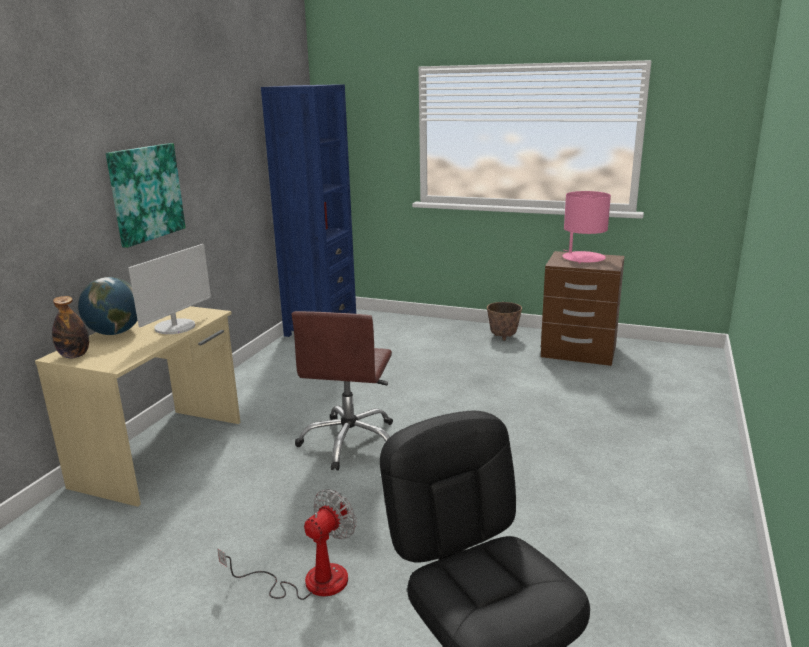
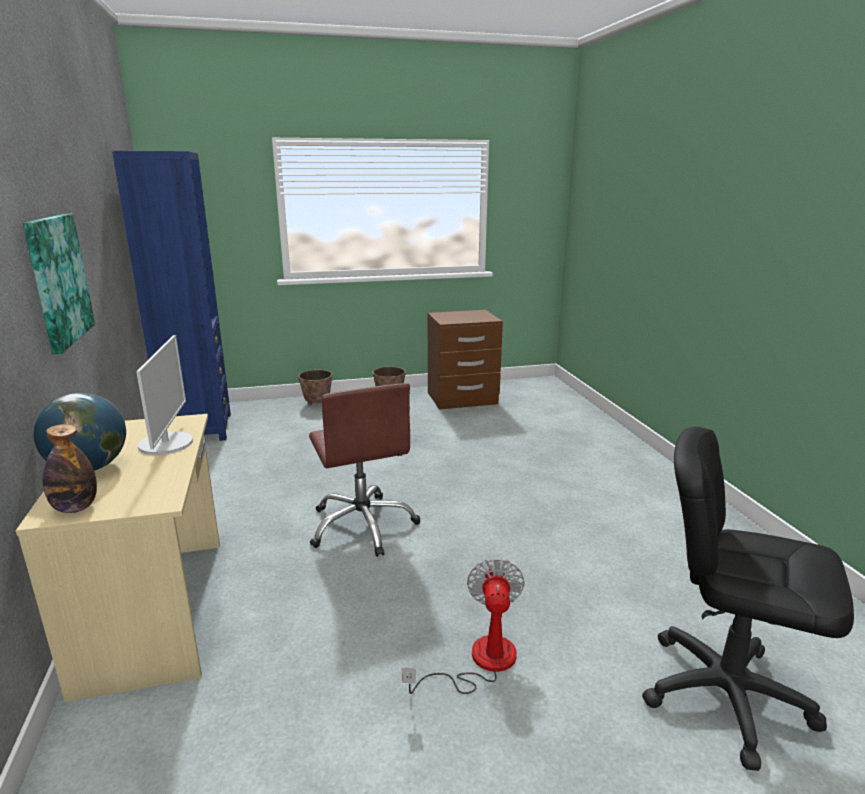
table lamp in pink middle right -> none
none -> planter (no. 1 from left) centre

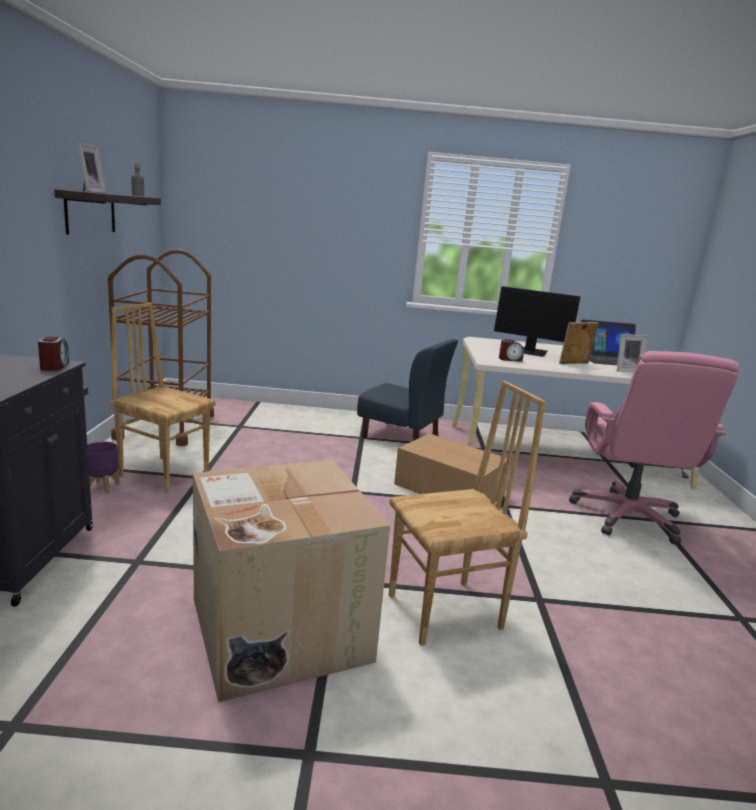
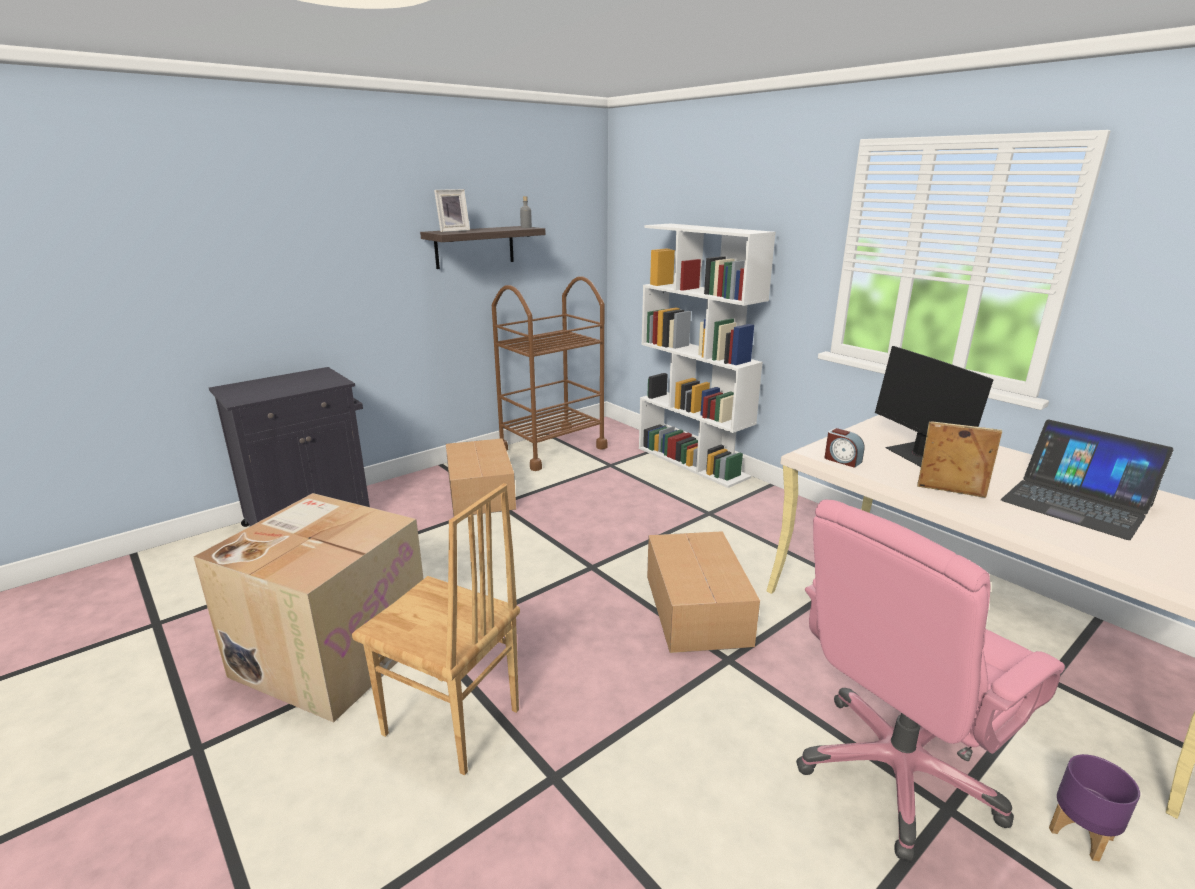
alarm clock (no. 1 from left) middle left -> none
planter in purple middle left -> planter in purple bottom right, shifted
chair in brown (no. 1 from left) middle left -> cardboard box (no. 2 from left) centre
chair in blue centre -> none
picture frame (no. 3 from left) middle right -> none
none -> bookcase in white centre

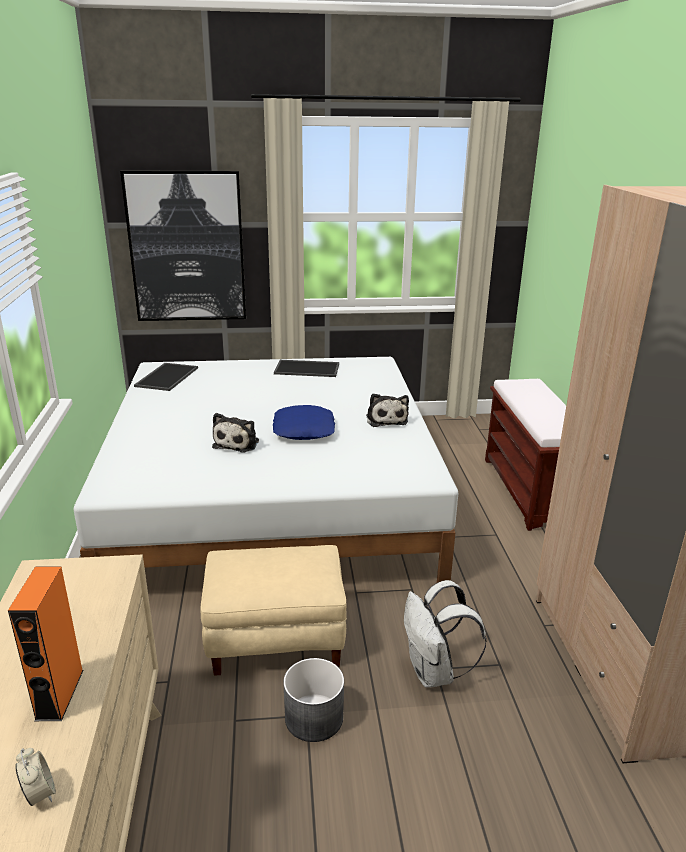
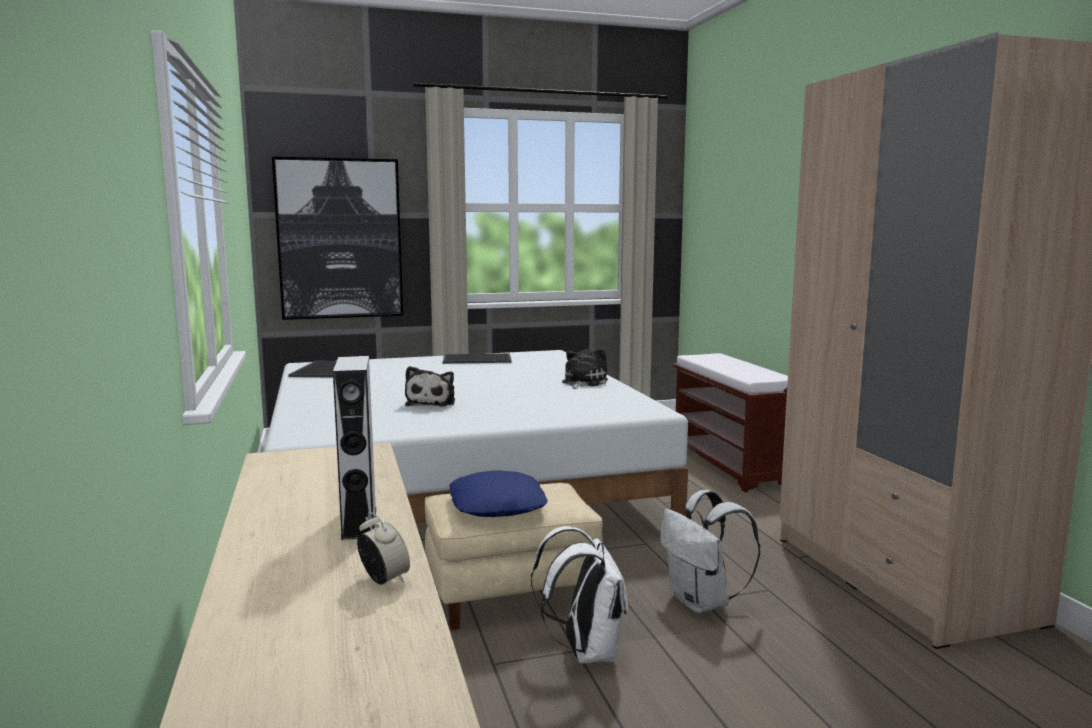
speaker in orange bottom left -> speaker in grey middle left
pillow in blue centre -> pillow in blue bottom centre, shifted
planter in grey bottom centre -> backpack in white (no. 1 from left) bottom centre
plush toy (no. 2 from left) centre, 135 degrees counterclockwise

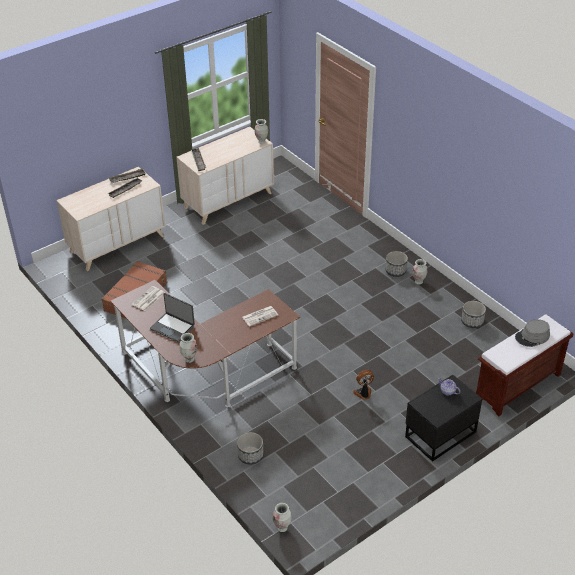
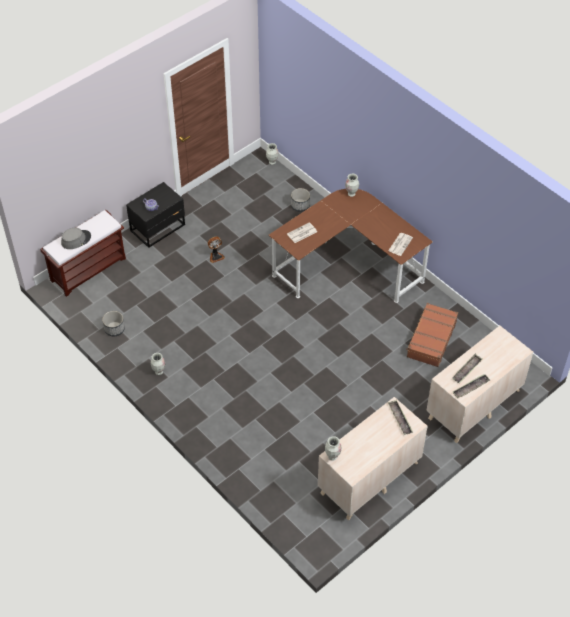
laptop middle left -> none
planter (no. 2 from left) middle right -> none

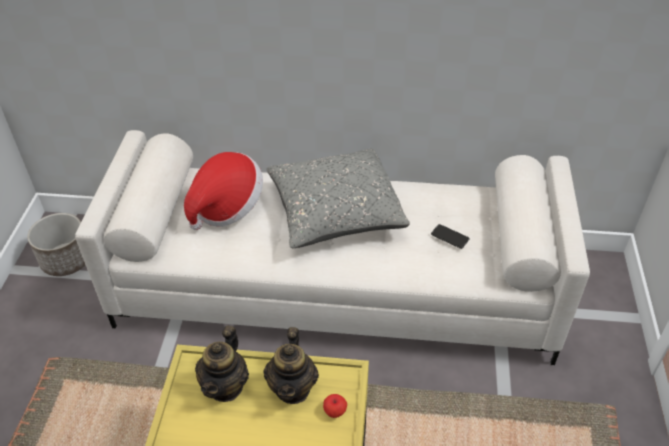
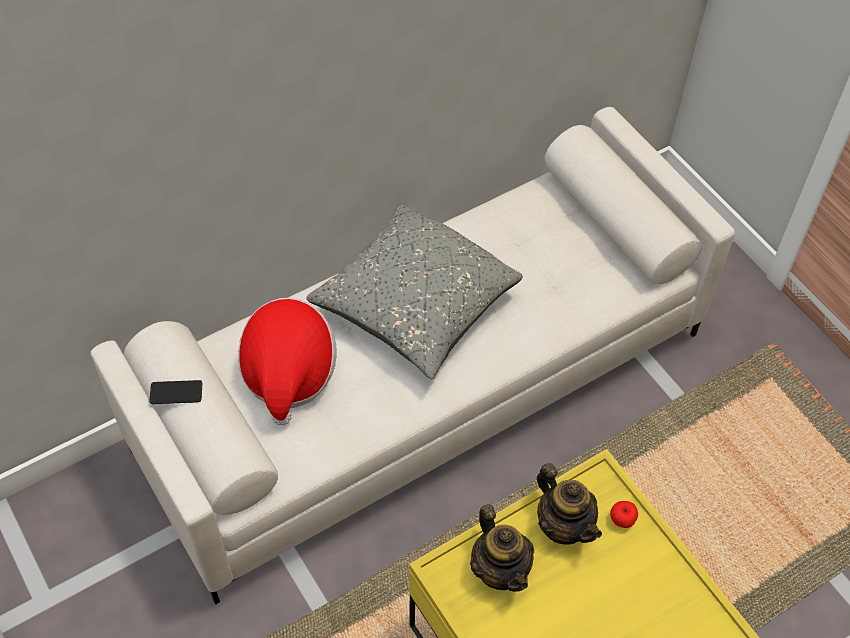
planter middle left -> none
phone middle right -> phone middle left, shifted

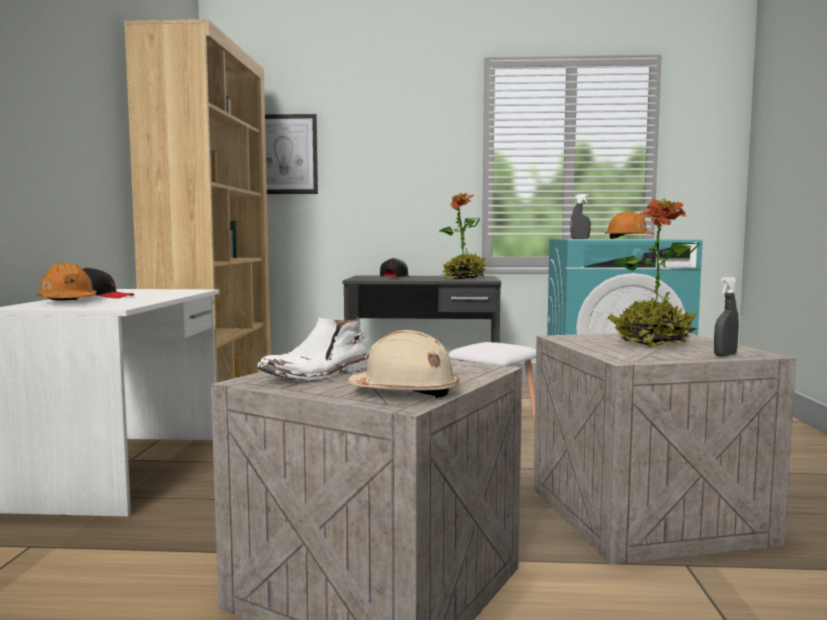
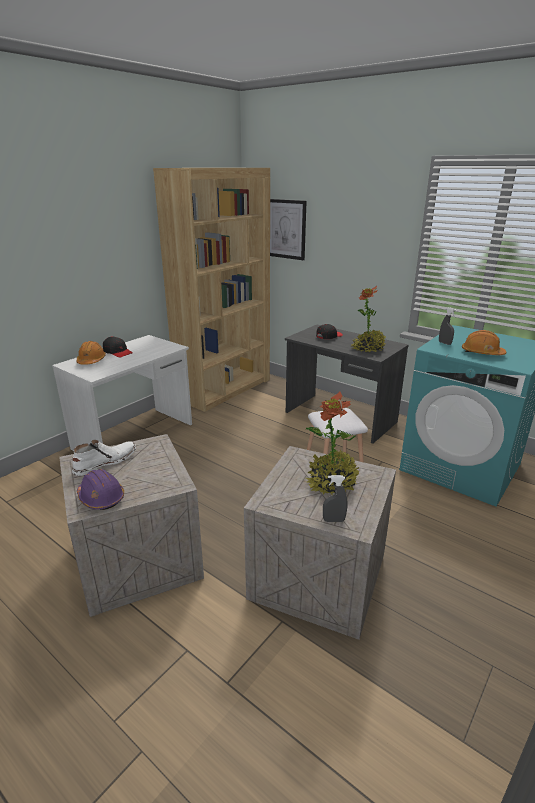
boot in white centre -> boot in white middle left, 150 degrees clockwise
hard hat in beige centre -> hard hat in purple middle left

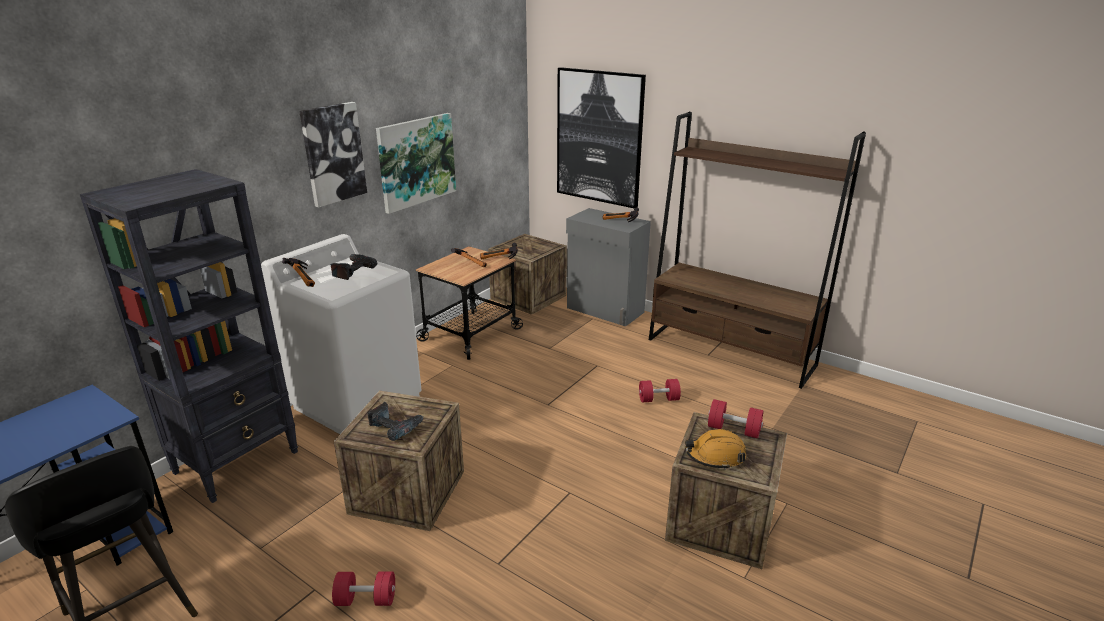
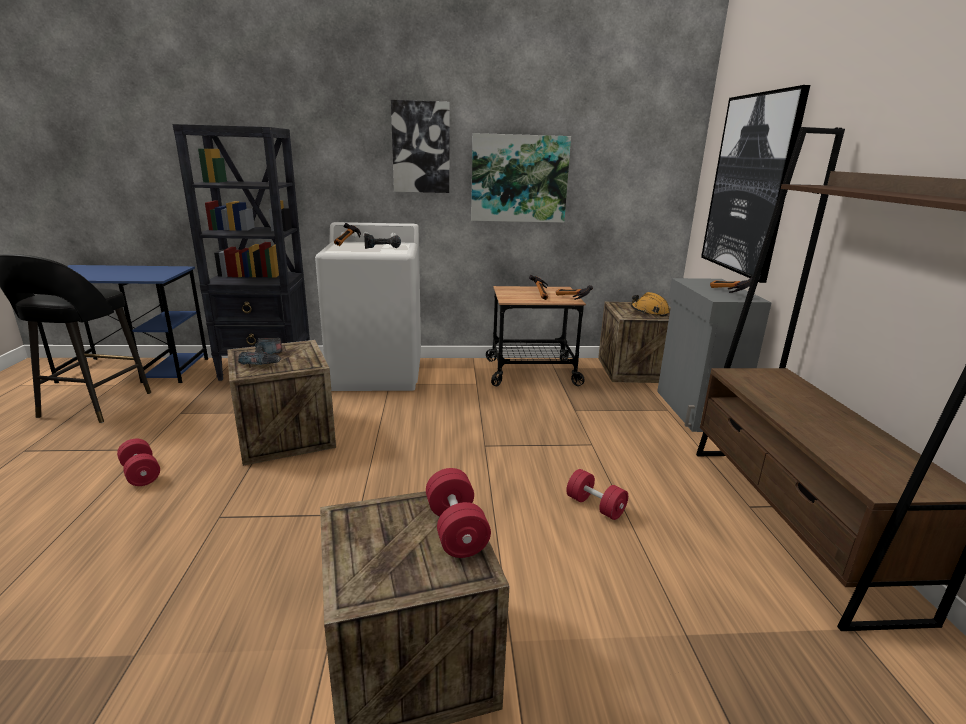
hard hat in orange bottom centre -> hard hat in orange middle right, shifted

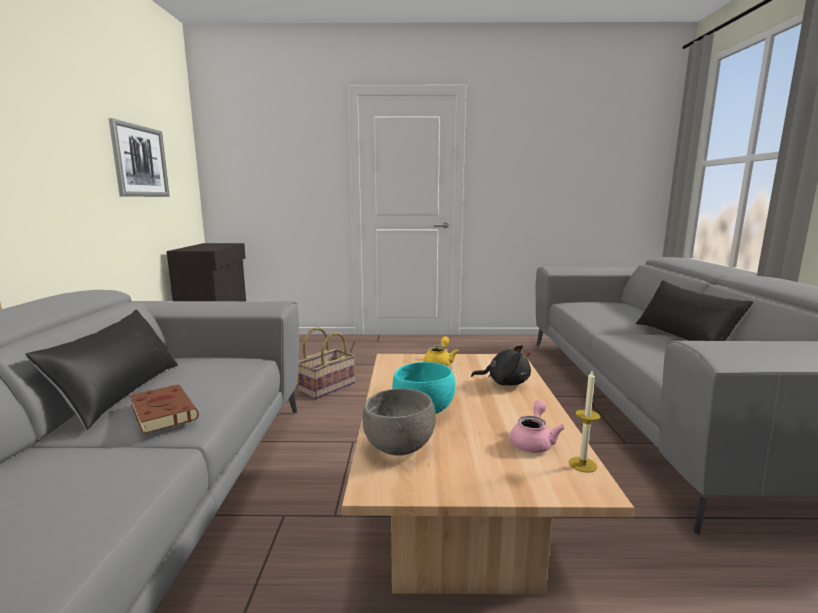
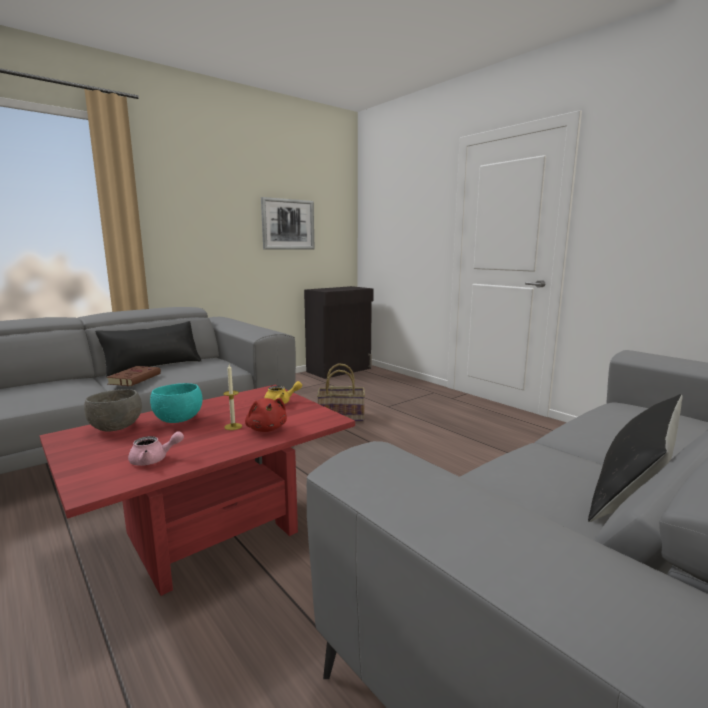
coffee table in beige bottom centre -> coffee table in red bottom left
plush toy in black centre -> plush toy in red centre
candle bottom right -> candle middle left, shifted

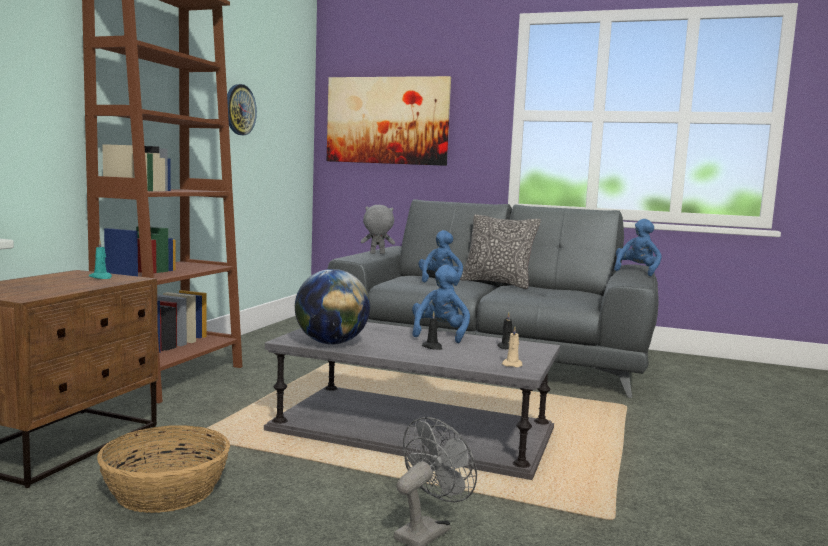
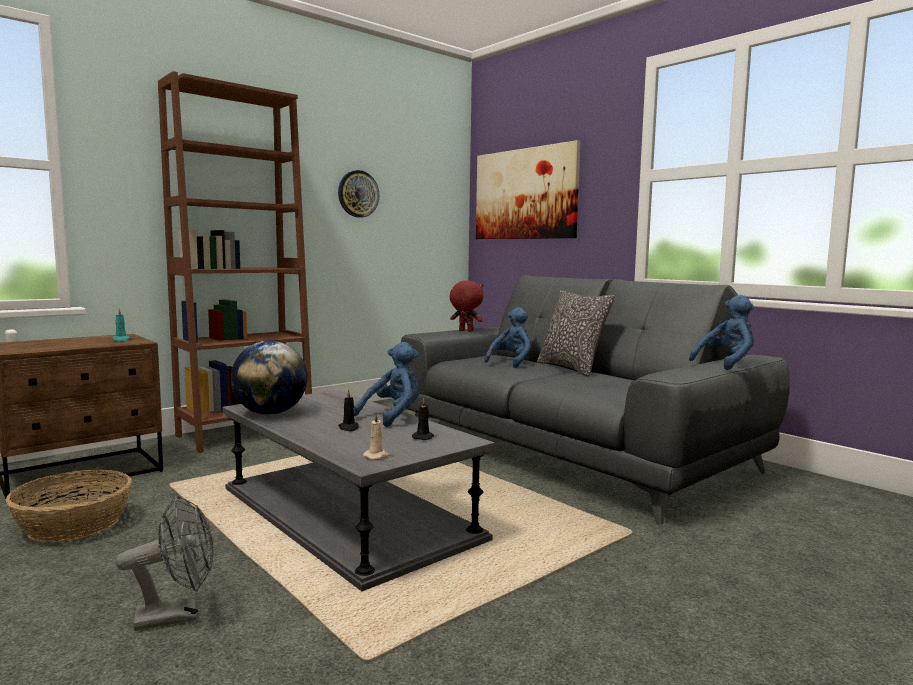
plush toy in grey centre -> plush toy in red centre

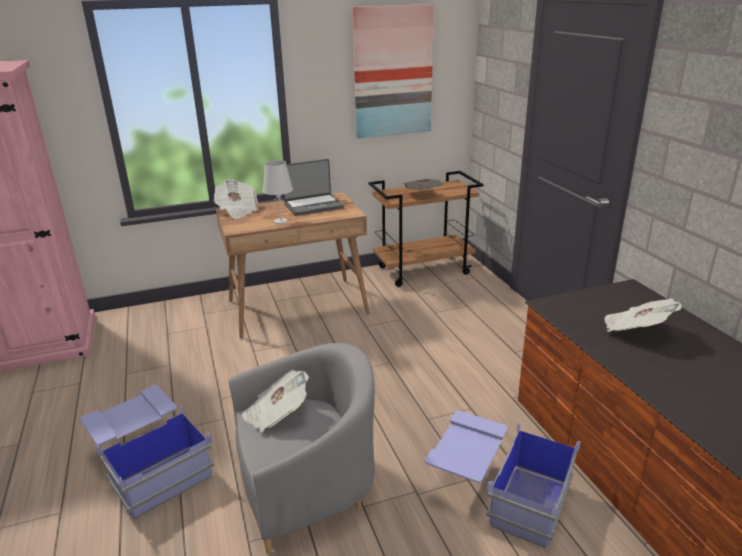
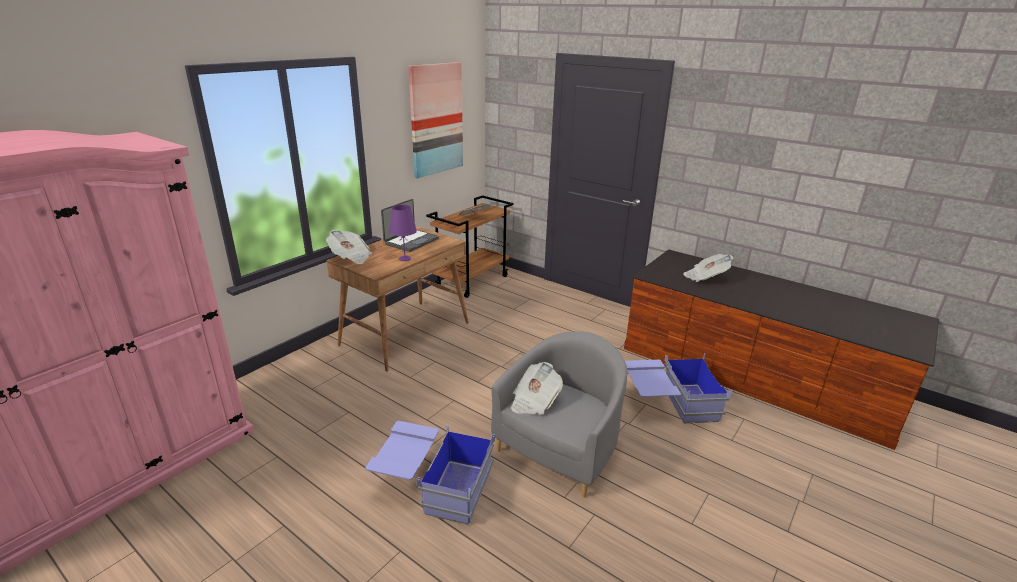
table lamp in white centre -> table lamp in purple centre

